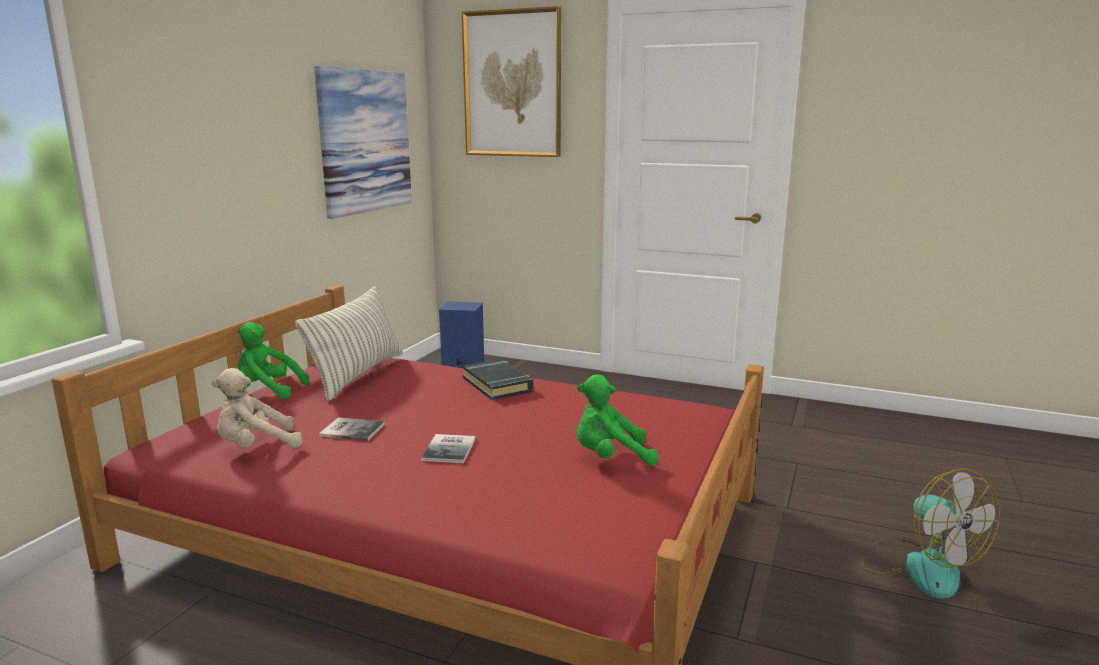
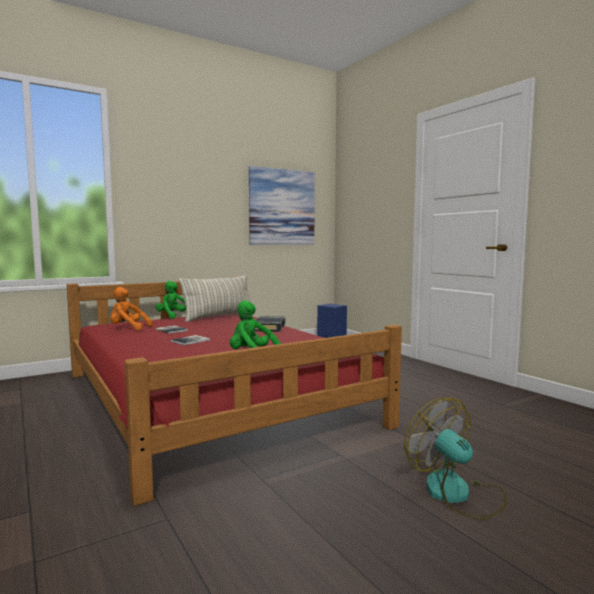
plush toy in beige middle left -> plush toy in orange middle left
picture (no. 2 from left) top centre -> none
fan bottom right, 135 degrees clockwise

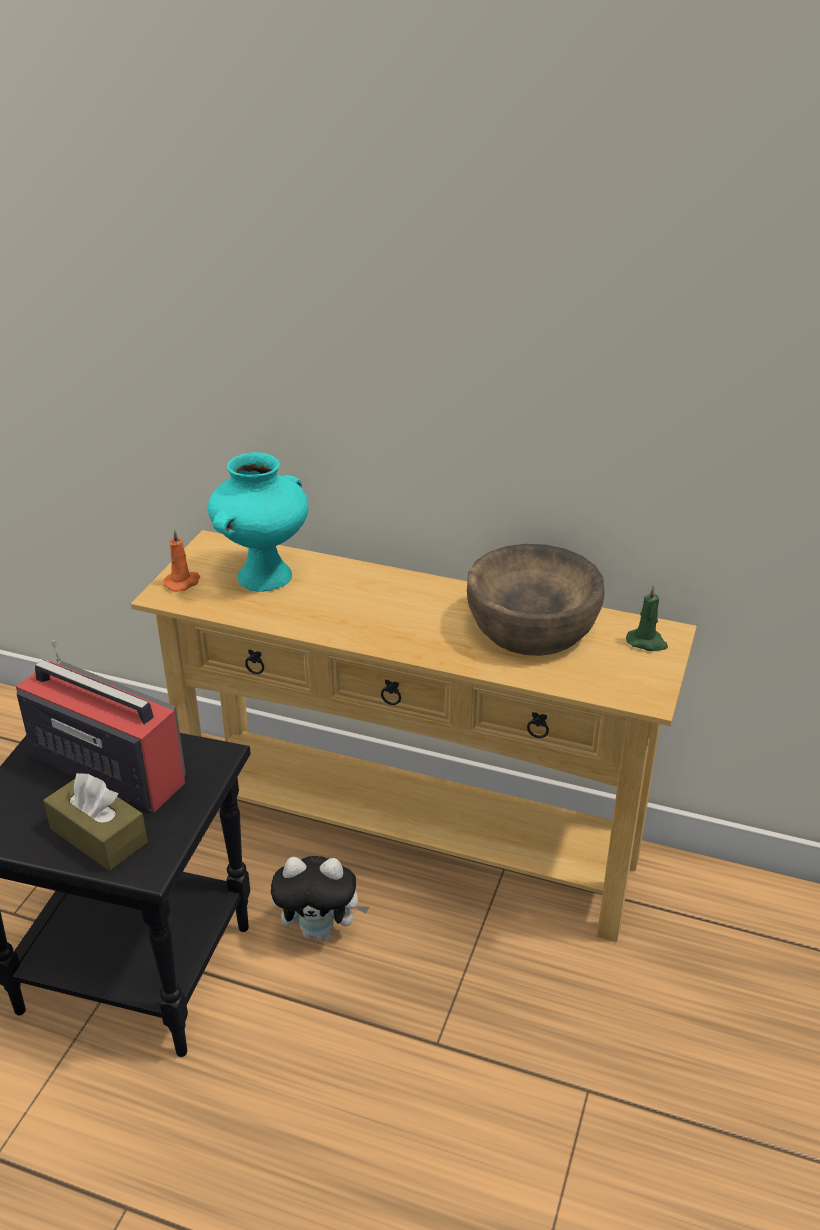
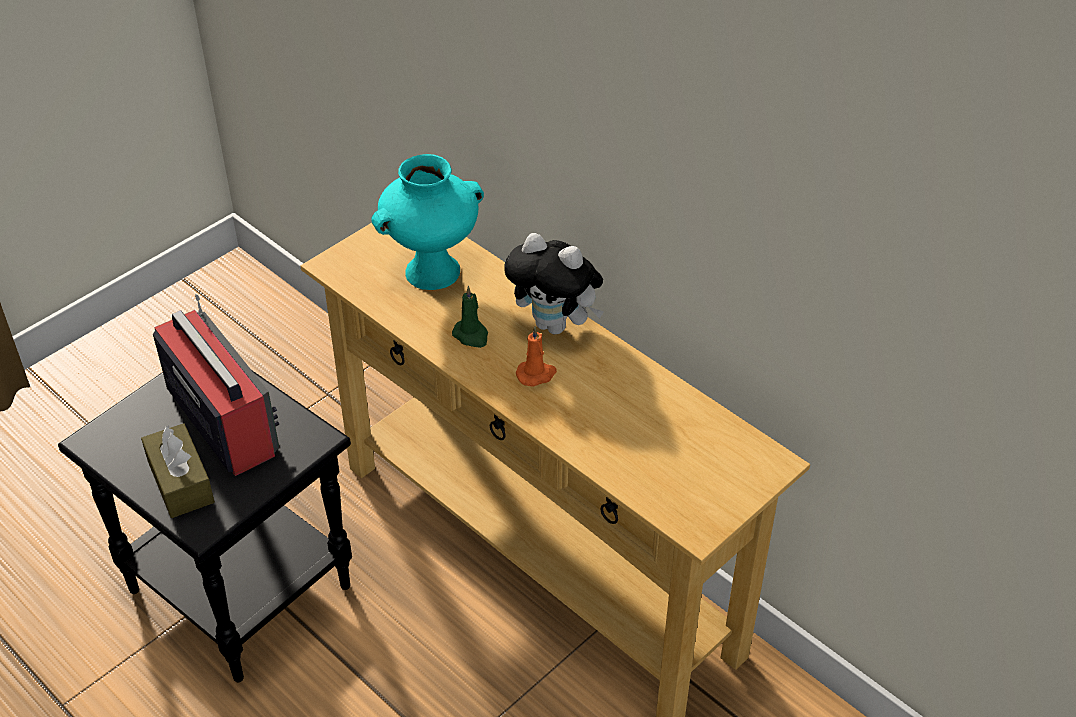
candle in orange middle left -> candle in orange centre, shifted
plush toy bottom centre -> plush toy centre, shifted
bowl in brown centre -> none
candle in green middle right -> candle in green centre, shifted

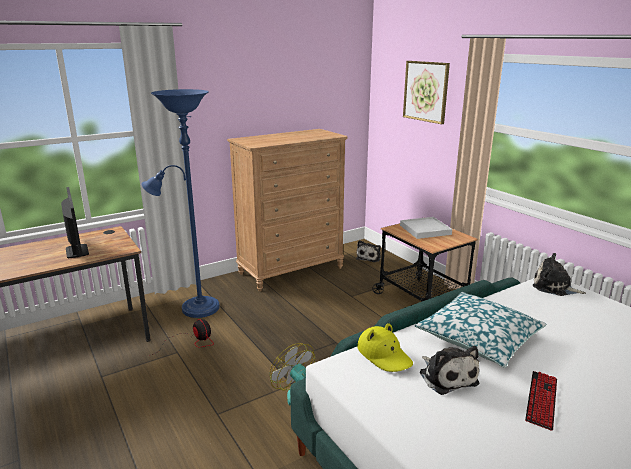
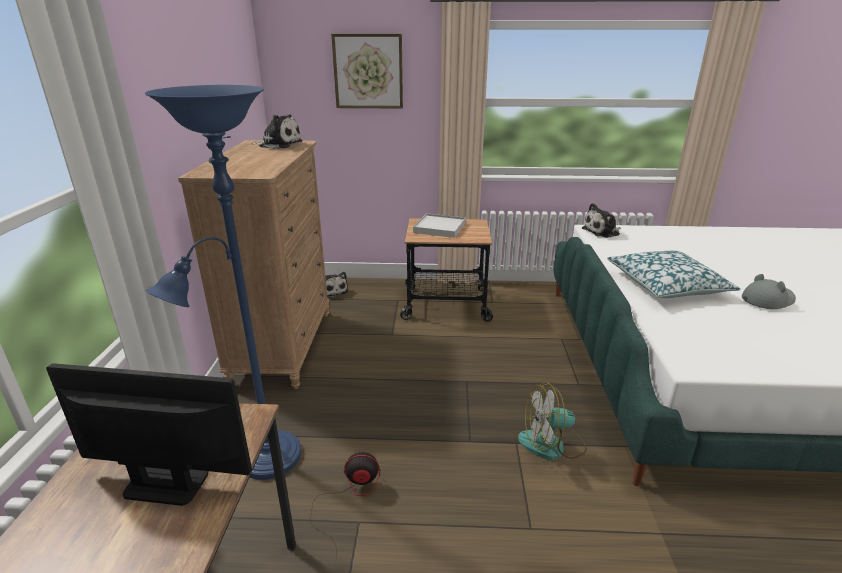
hat in yellow bottom centre -> none
plush toy (no. 2 from left in the first image) bottom right -> plush toy (no. 1 from left) top left, shifted
keyboard bottom right -> hat in grey middle right

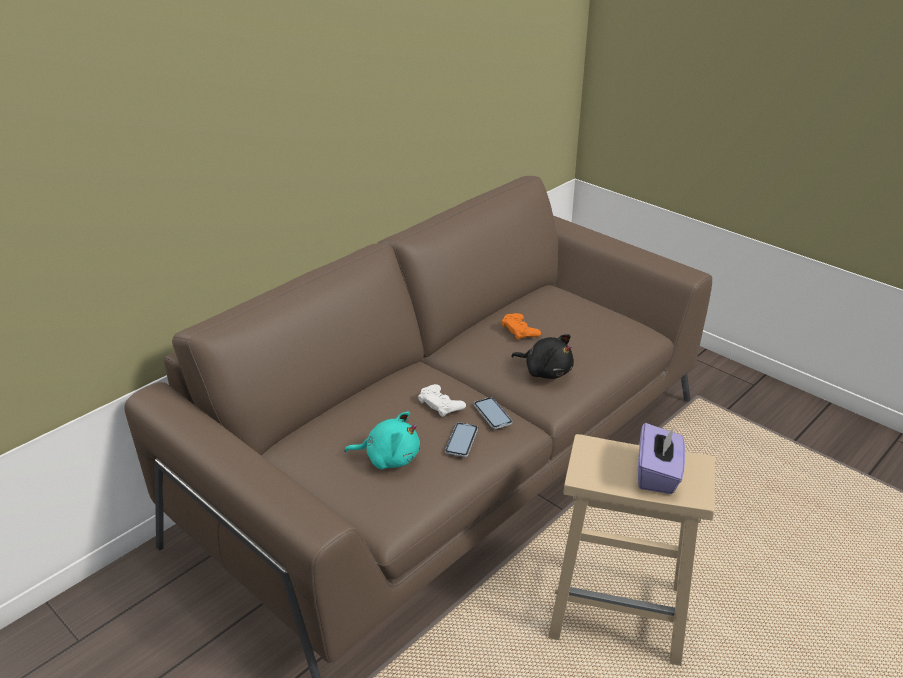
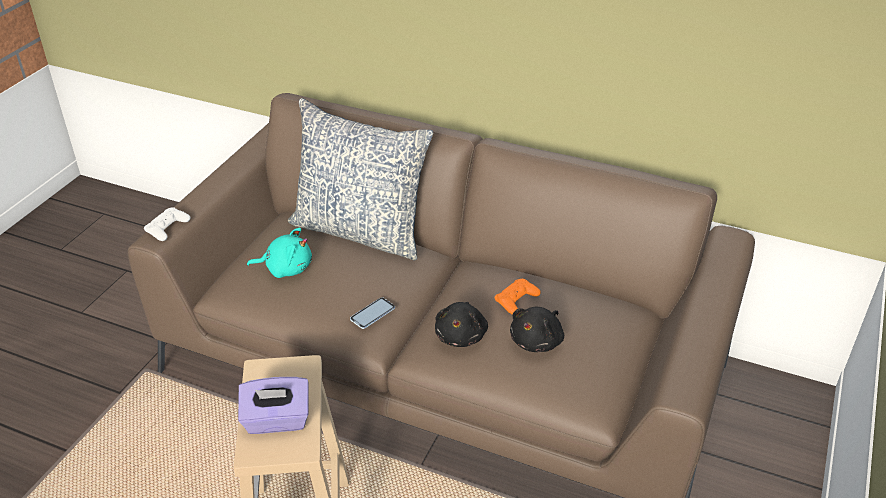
plush toy in turquoise centre -> plush toy in turquoise middle left, 75 degrees counterclockwise
game controller in white centre -> game controller in white middle left, shifted
phone (no. 1 from left) centre -> none
none -> pillow centre
none -> plush toy in black (no. 2 from left) centre

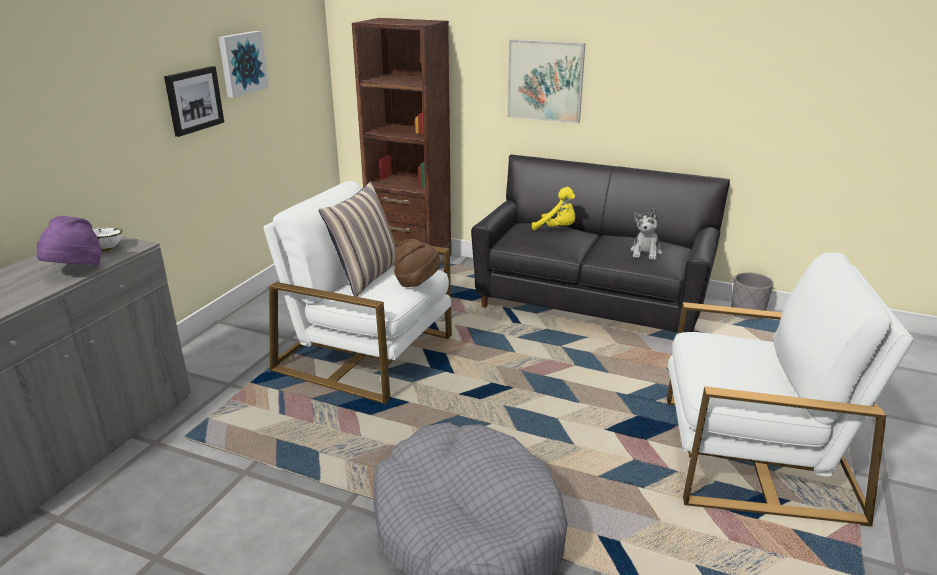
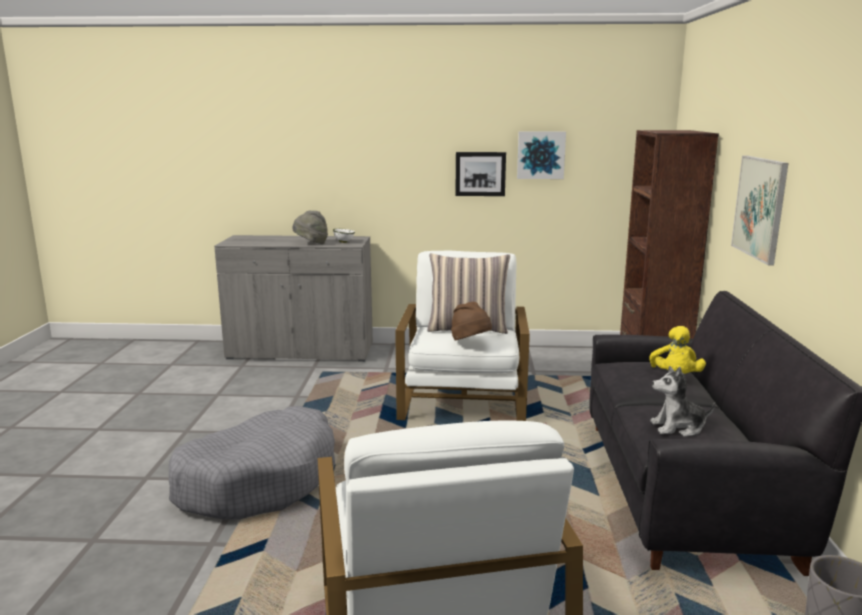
hat in purple middle left -> hat in grey centre

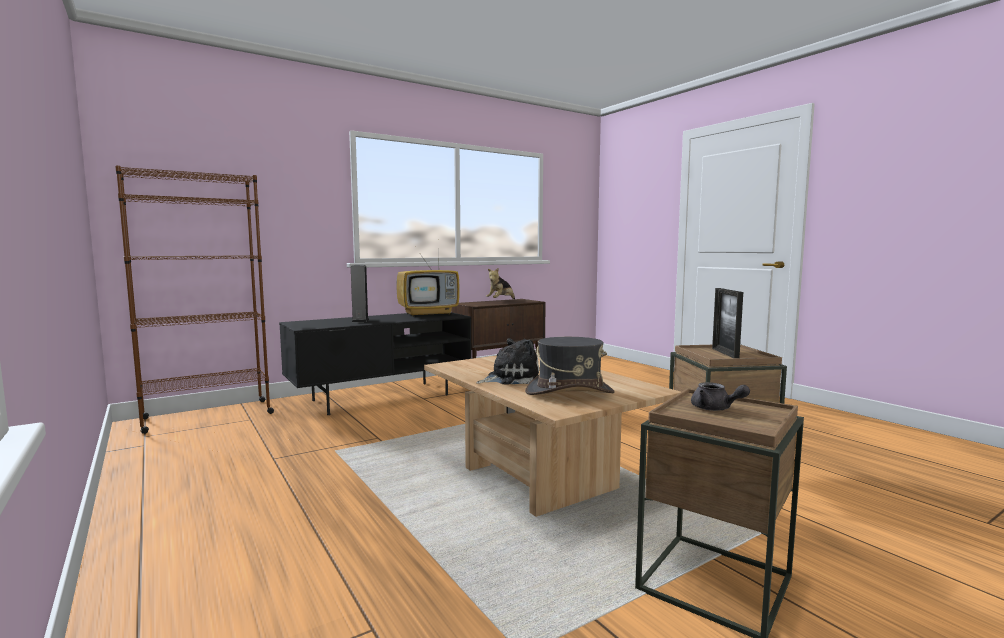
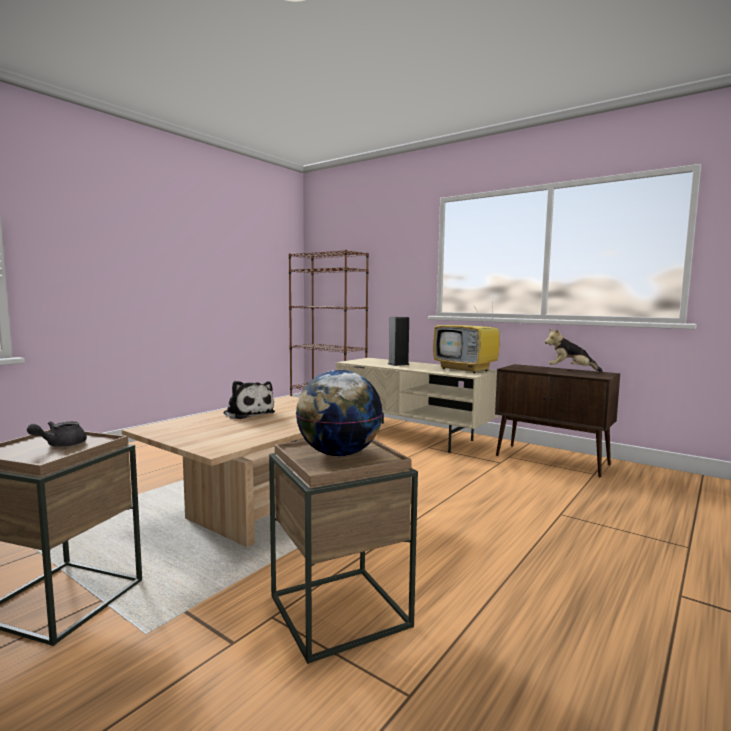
tv stand in black centre -> tv stand in beige centre
hat in grey centre -> none
picture frame middle right -> globe centre

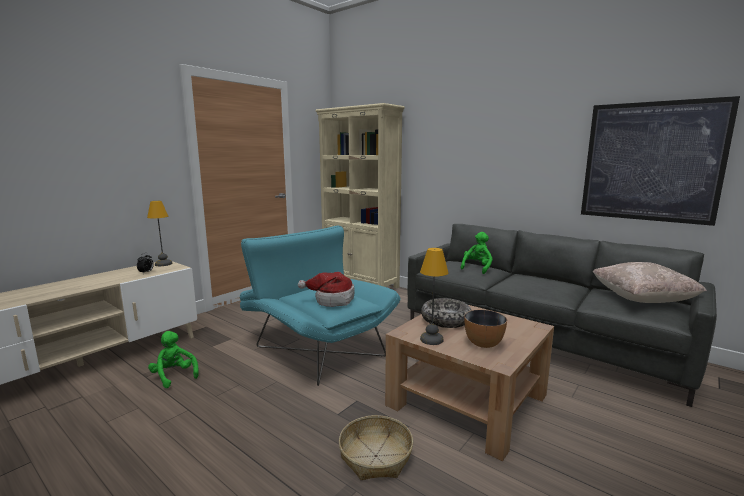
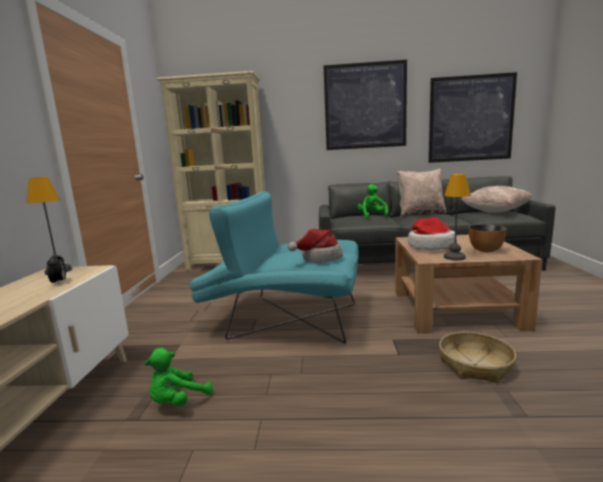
plush toy in green (no. 1 from left) bottom left, 60 degrees counterclockwise
bowl (no. 1 from left) centre -> hat (no. 2 from left) middle right
none -> picture (no. 1 from left) top centre
none -> pillow in beige (no. 1 from left) middle right

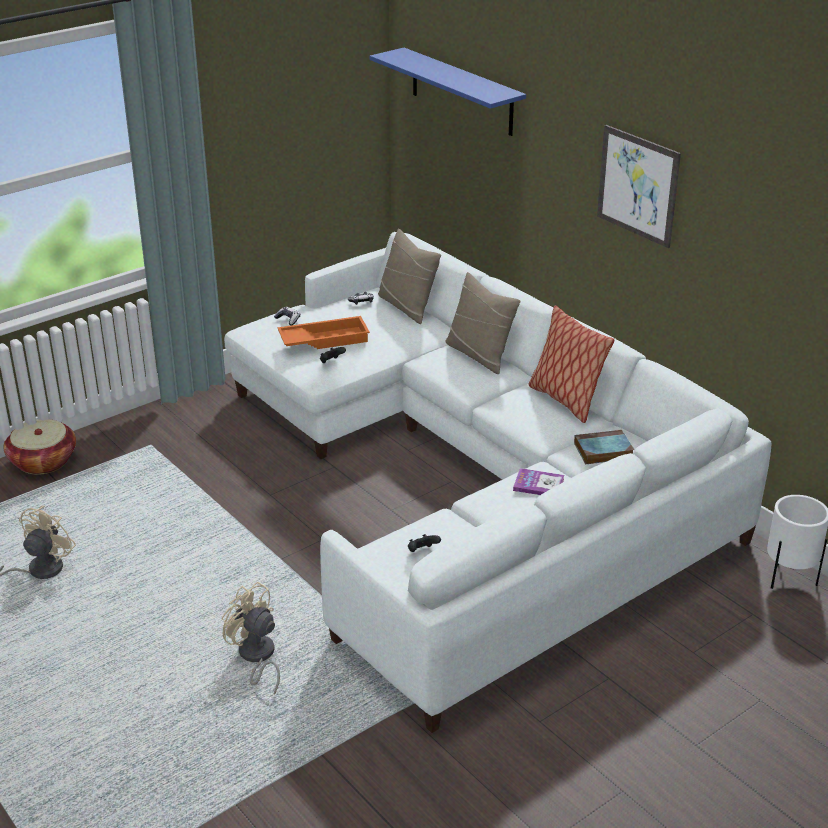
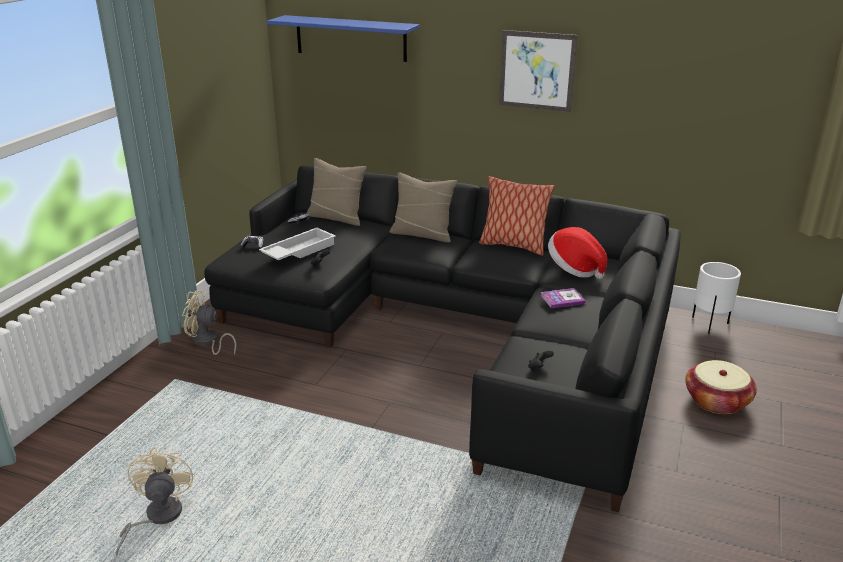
basket middle left -> basket bottom right, shifted
fan in beige (no. 2 from left) bottom left -> fan in beige (no. 2 from left) middle left, shifted
sofa in white centre -> sofa in black centre
tray in orange centre -> tray in white centre
book (no. 2 from left) middle right -> hat middle right

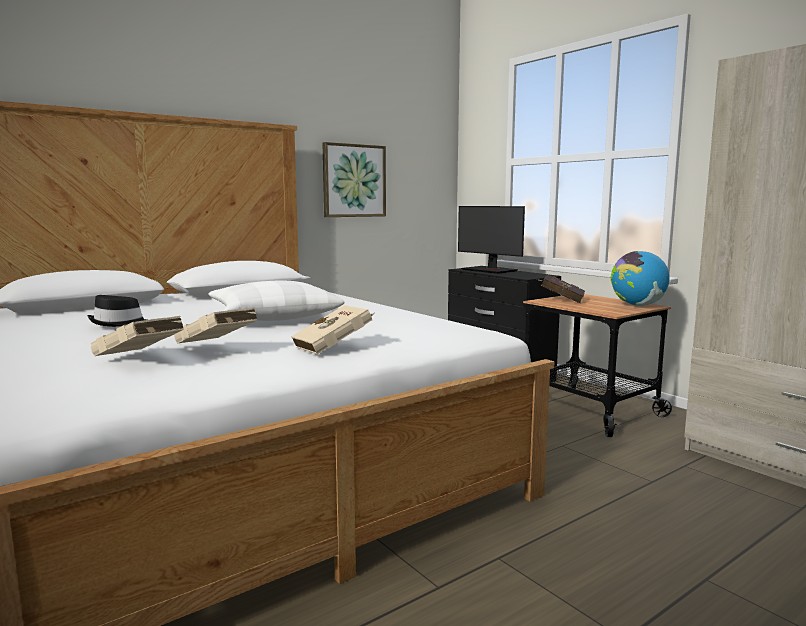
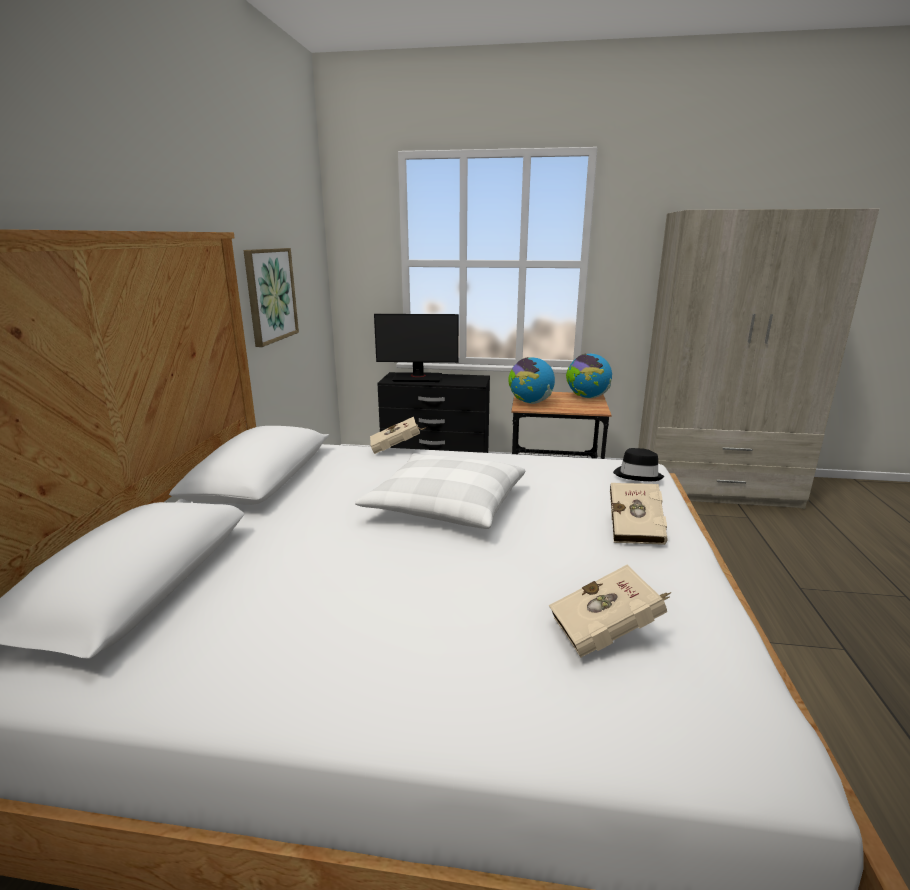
hat in black middle left -> hat in black middle right, shifted
book in beige (no. 2 from left in the first image) middle left -> book in beige (no. 1 from left) centre, shifted
book in red middle right -> globe (no. 1 from left) centre

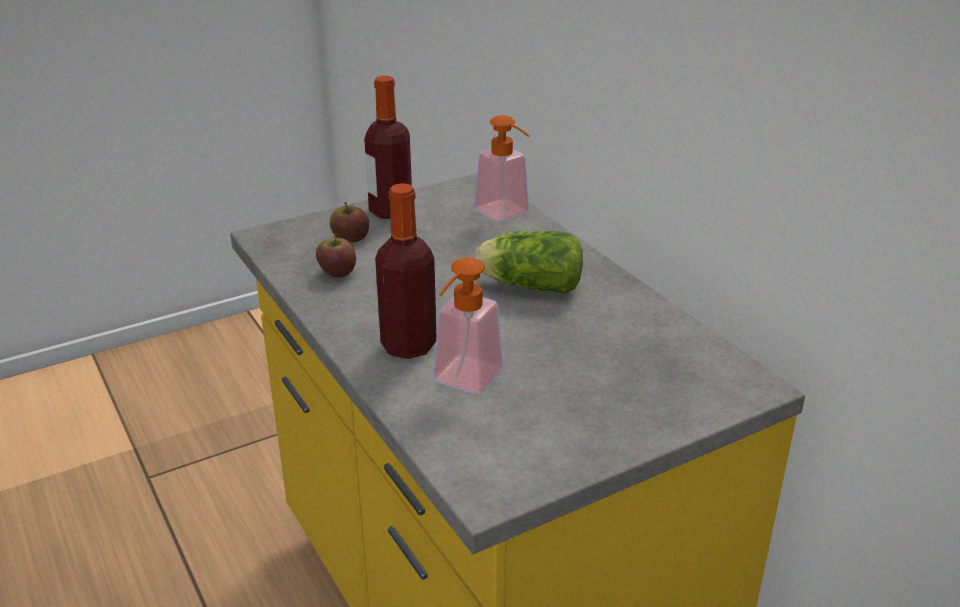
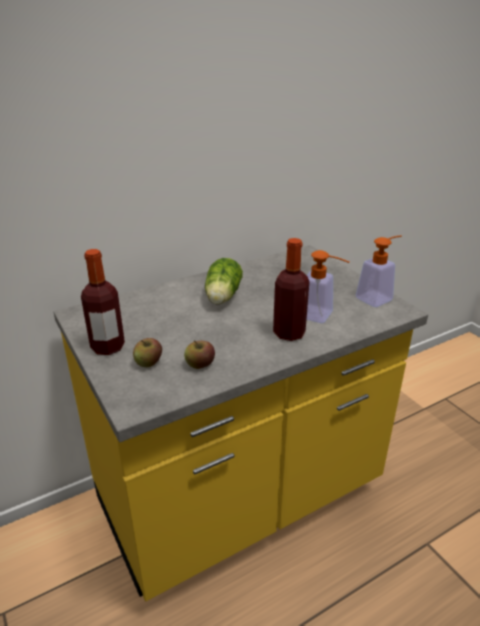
soap dispenser (no. 2 from left) top centre -> soap dispenser (no. 2 from left) middle right, shifted

